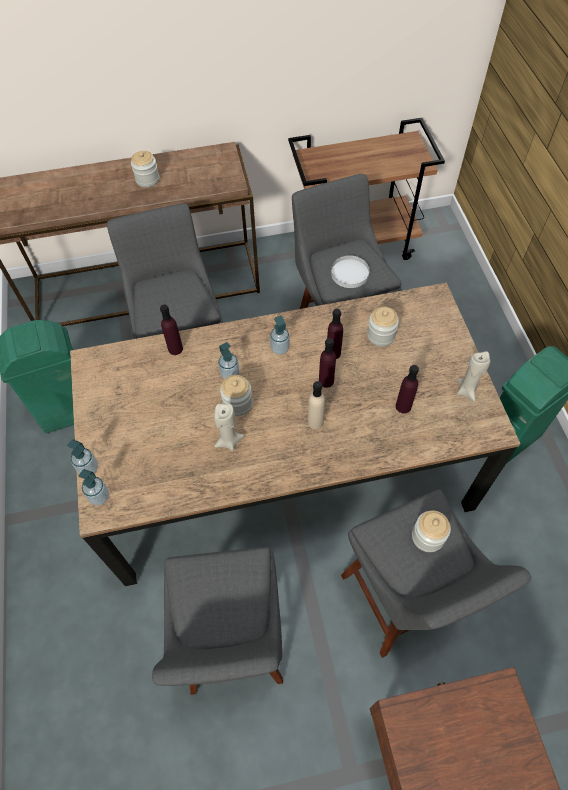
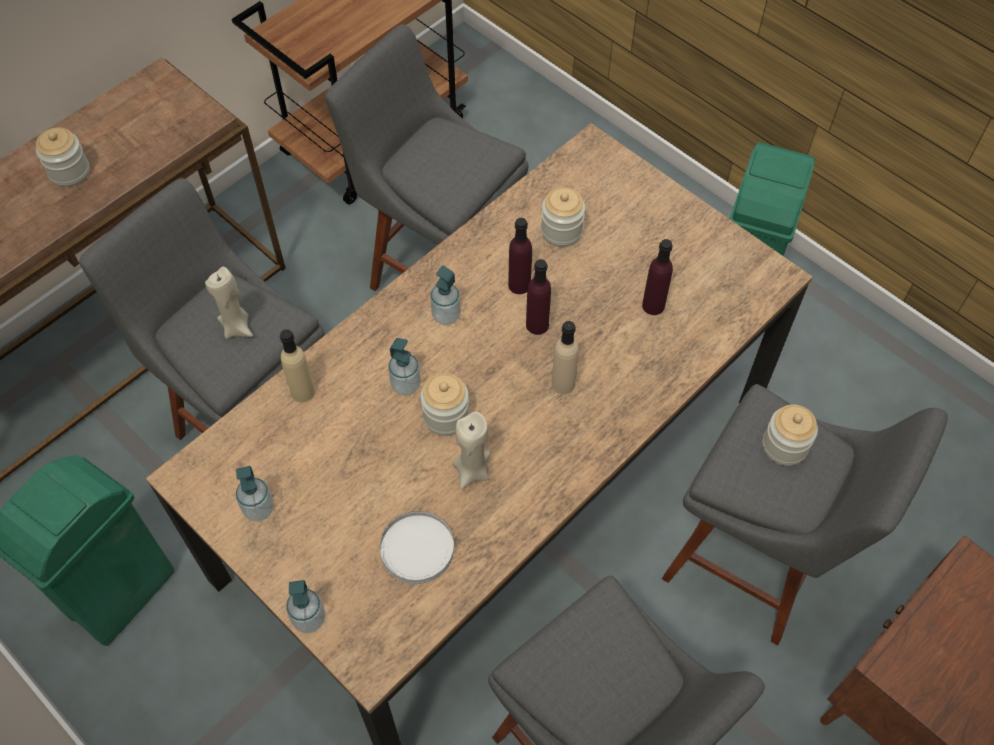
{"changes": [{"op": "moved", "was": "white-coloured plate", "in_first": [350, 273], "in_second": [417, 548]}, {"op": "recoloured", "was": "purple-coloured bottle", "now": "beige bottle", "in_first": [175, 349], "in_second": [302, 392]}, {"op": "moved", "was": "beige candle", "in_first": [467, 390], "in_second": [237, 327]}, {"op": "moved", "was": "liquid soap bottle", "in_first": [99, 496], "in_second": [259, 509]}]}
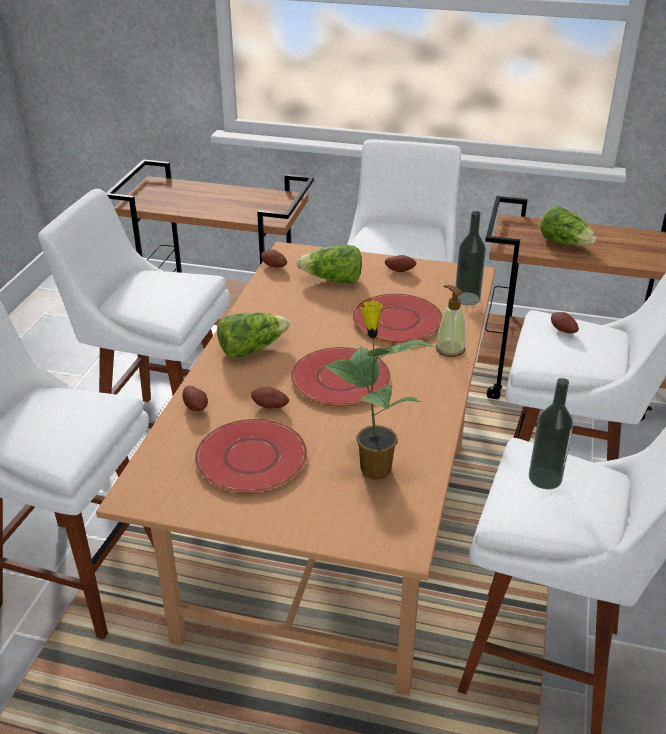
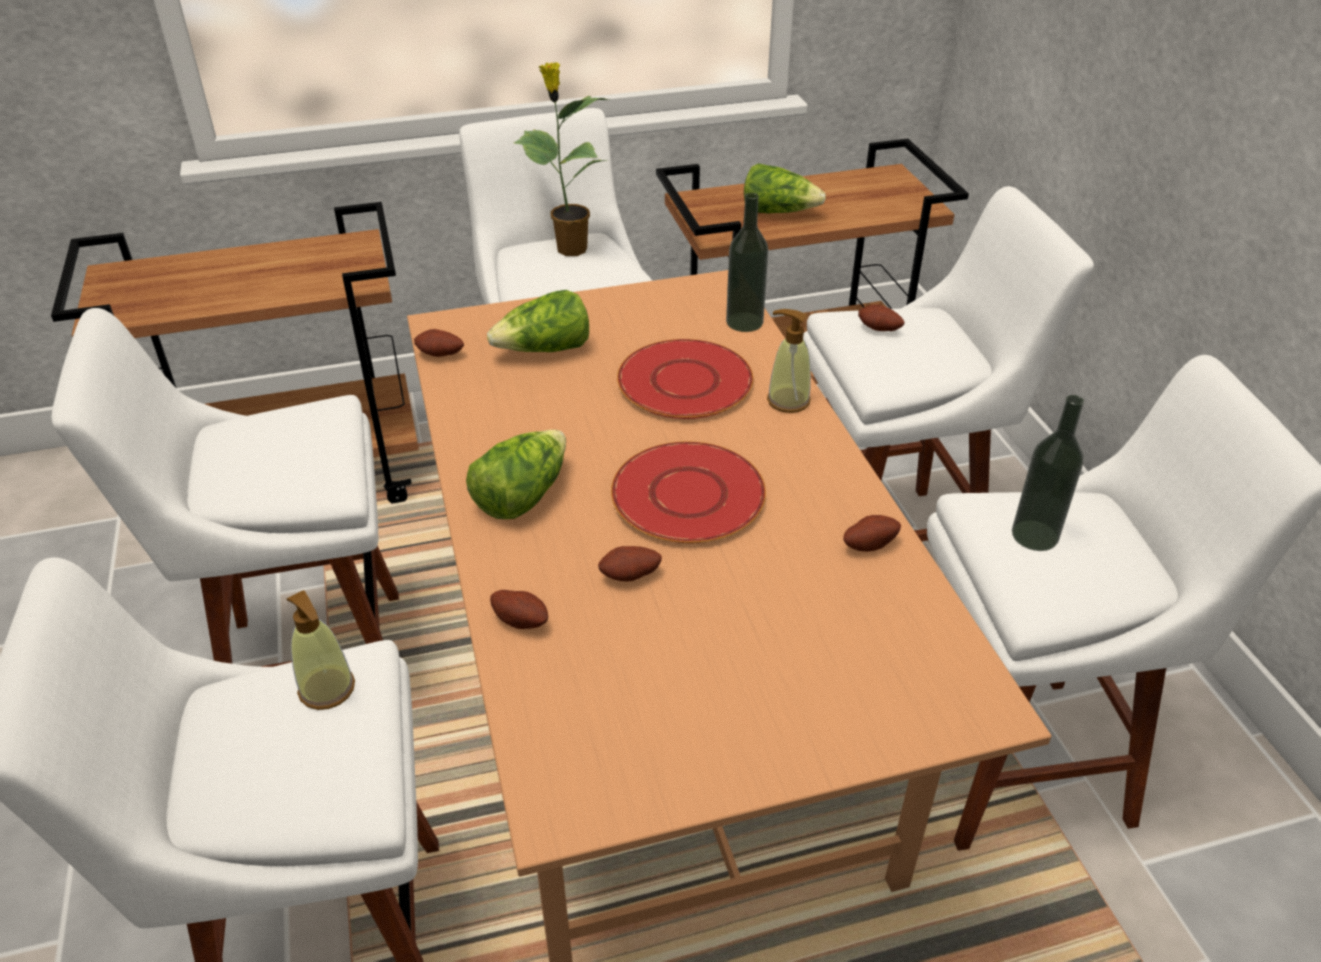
{"changes": [{"op": "moved", "was": "potato", "in_first": [400, 270], "in_second": [869, 544]}, {"op": "moved", "was": "potted plant", "in_first": [373, 468], "in_second": [569, 249]}, {"op": "removed", "was": "red-coloured plate", "in_first": [252, 458]}, {"op": "added", "now": "liquid soap bottle", "in_second": [327, 689]}]}
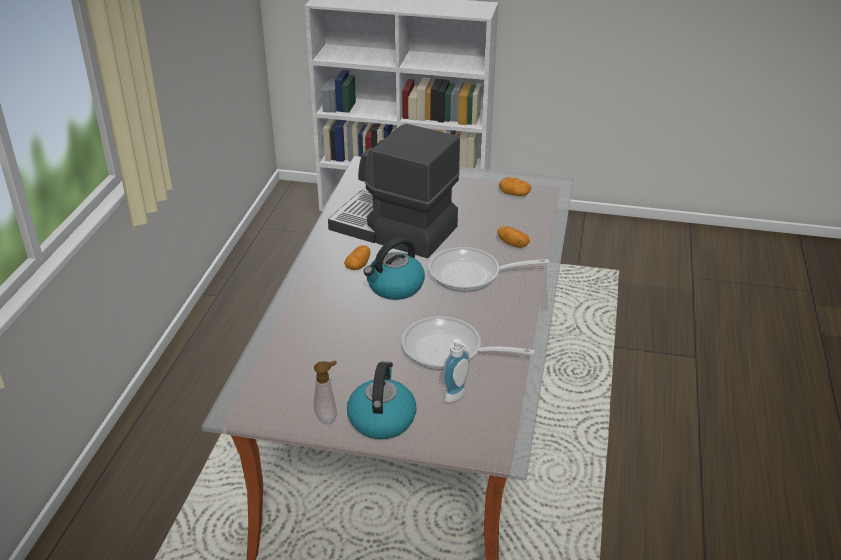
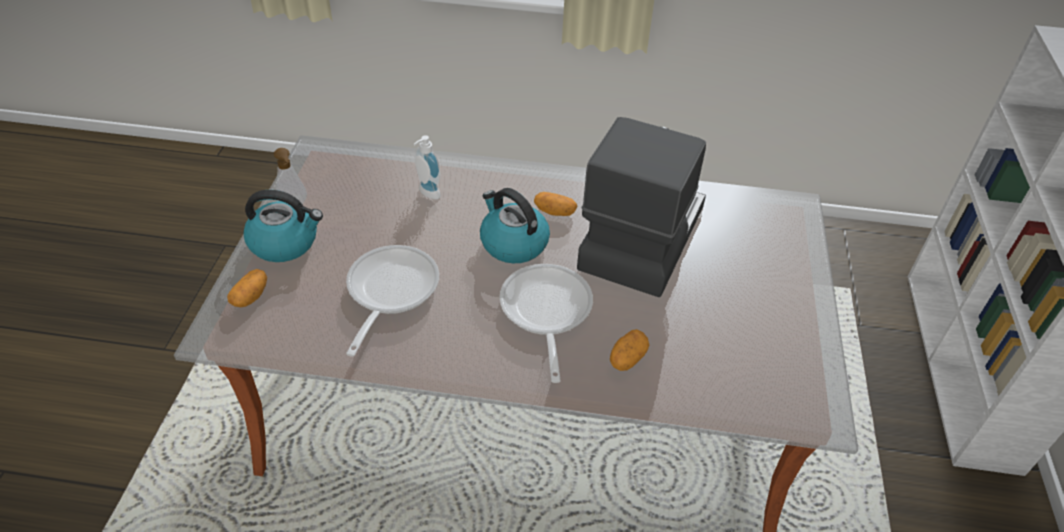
{"changes": [{"op": "moved", "was": "potato", "in_first": [514, 194], "in_second": [250, 296]}, {"op": "moved", "was": "liquid soap bottle", "in_first": [458, 397], "in_second": [427, 194]}]}
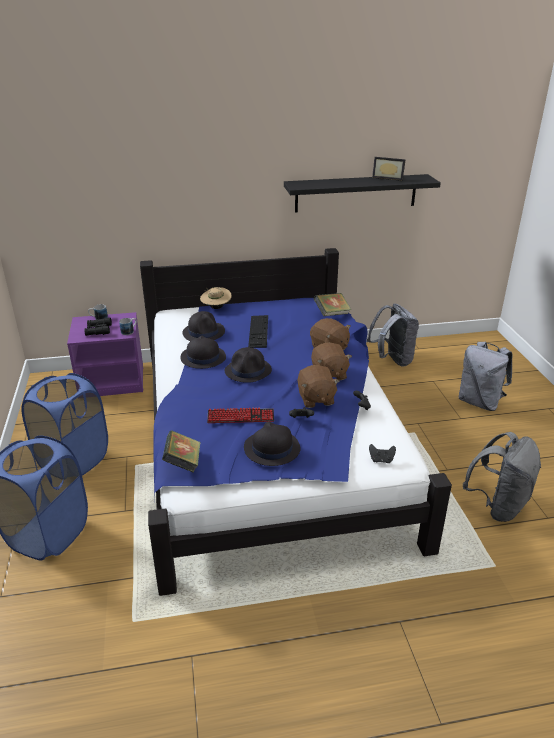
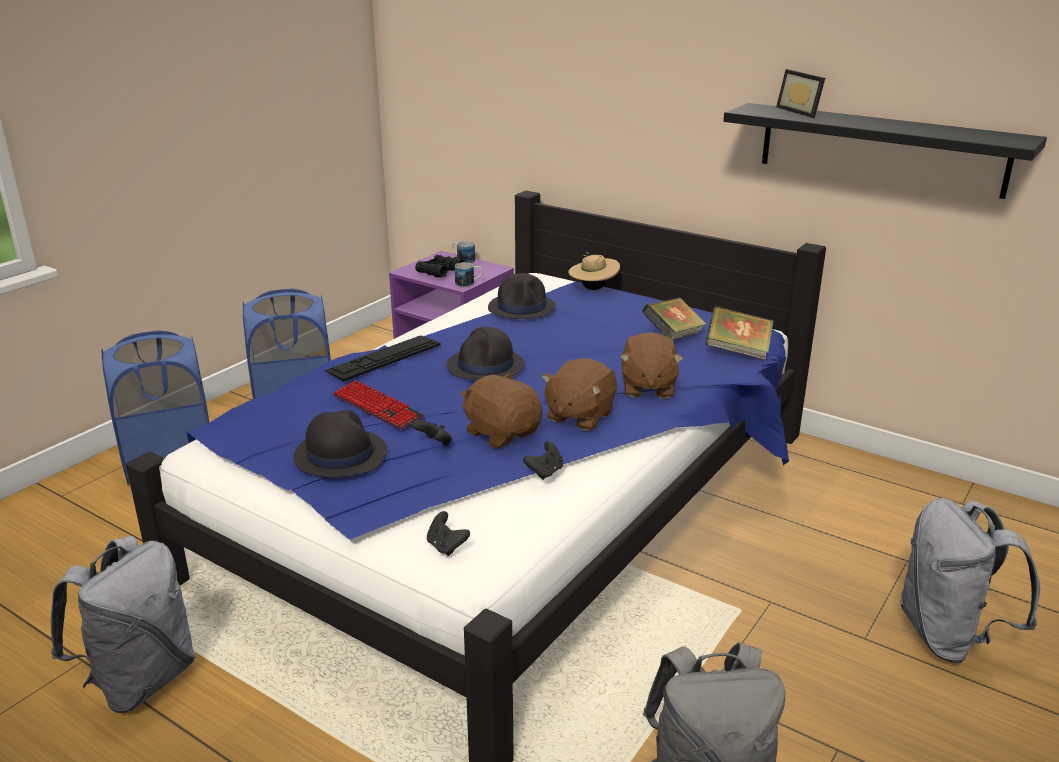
{"changes": [{"op": "moved", "was": "photo frame", "in_first": [388, 178], "in_second": [802, 112]}, {"op": "moved", "was": "greyish rucksack", "in_first": [392, 360], "in_second": [140, 681]}, {"op": "moved", "was": "computer keyboard", "in_first": [258, 331], "in_second": [384, 357]}, {"op": "removed", "was": "blackish wearable hat", "in_first": [202, 358]}, {"op": "turned", "was": "brown-coloured soft toy", "in_first": [315, 399], "in_second": [502, 433], "clockwise": 105}, {"op": "moved", "was": "book", "in_first": [183, 463], "in_second": [673, 336]}]}
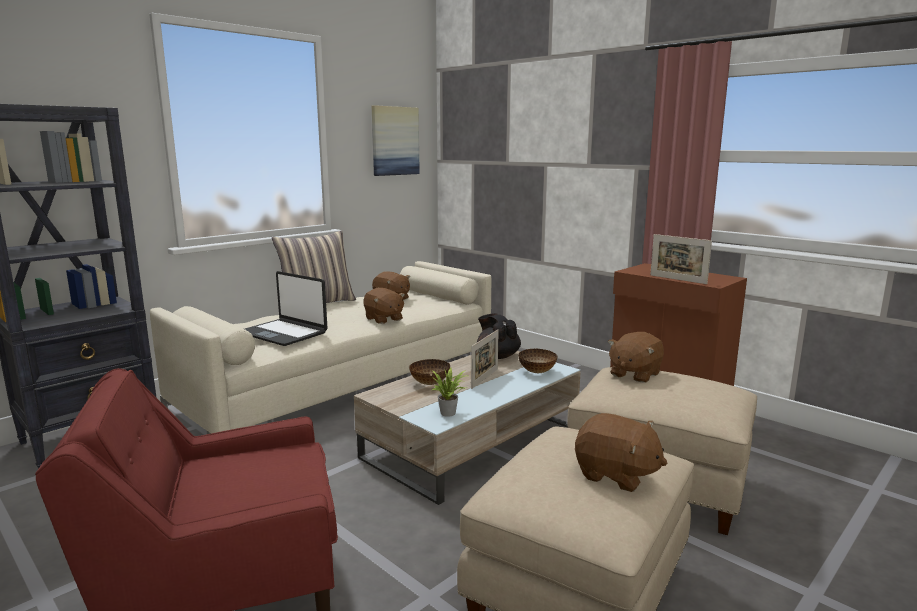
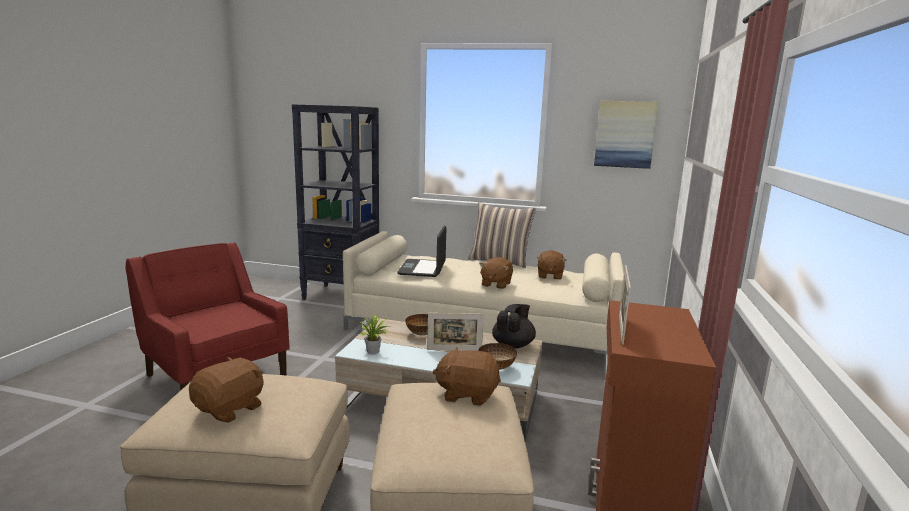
{"changes": [{"op": "turned", "was": "brown-coloured soft toy", "in_first": [616, 475], "in_second": [230, 409], "clockwise": -150}]}
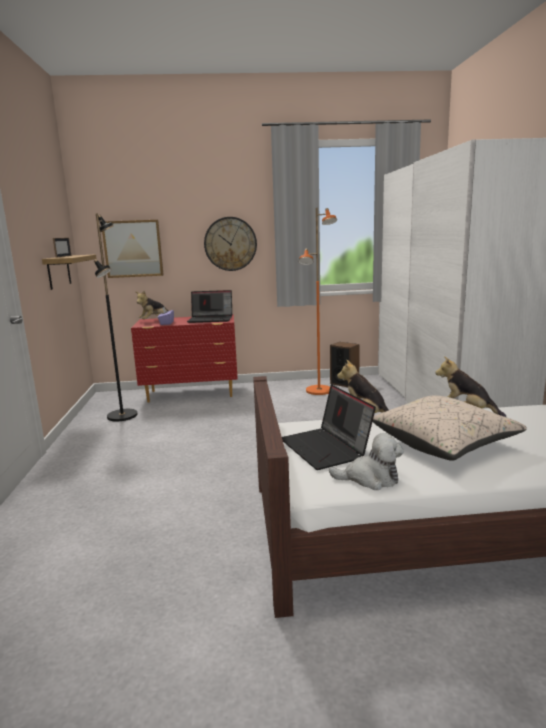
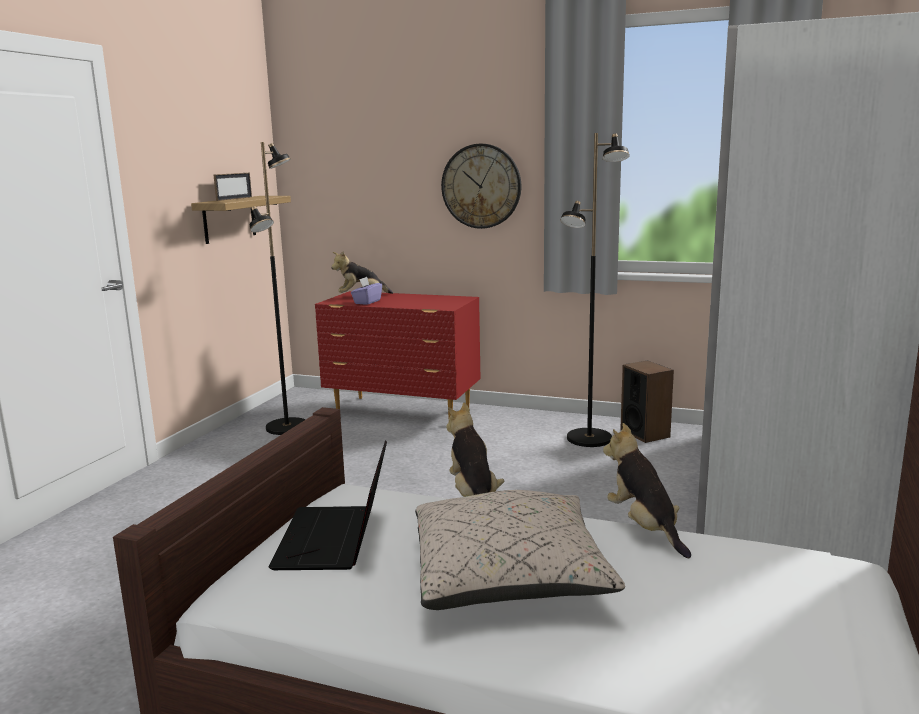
{"changes": [{"op": "recoloured", "was": "orange standing lamp", "now": "blackish standing lamp", "in_first": [319, 391], "in_second": [589, 439]}, {"op": "removed", "was": "wall picture", "in_first": [133, 249]}, {"op": "removed", "was": "notebook computer", "in_first": [211, 319]}, {"op": "removed", "was": "soft toy", "in_first": [370, 479]}]}
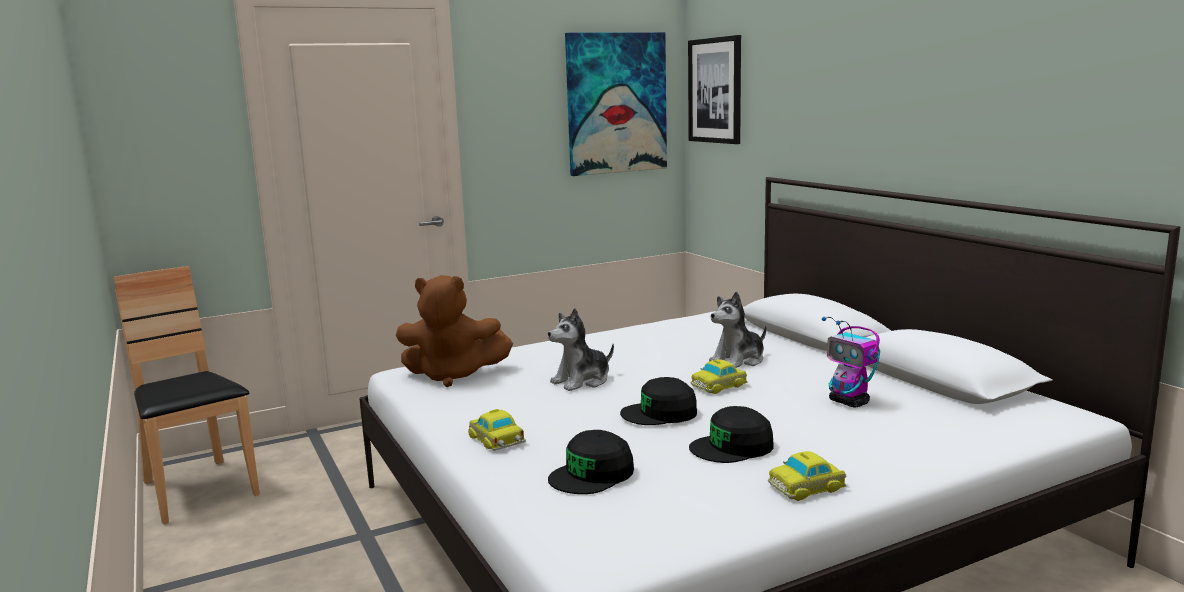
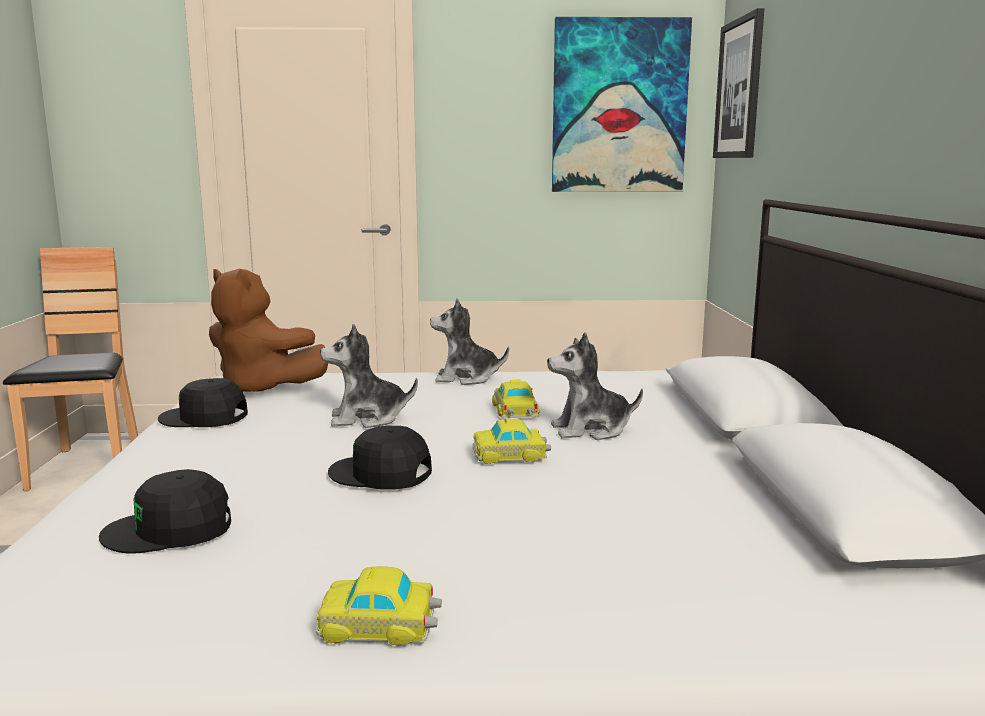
{"changes": [{"op": "removed", "was": "robot figure", "in_first": [849, 402]}, {"op": "moved", "was": "blackish peaked cap", "in_first": [732, 447], "in_second": [204, 417]}, {"op": "moved", "was": "toy car", "in_first": [497, 440], "in_second": [515, 411]}, {"op": "added", "now": "soft toy", "in_second": [466, 378]}]}
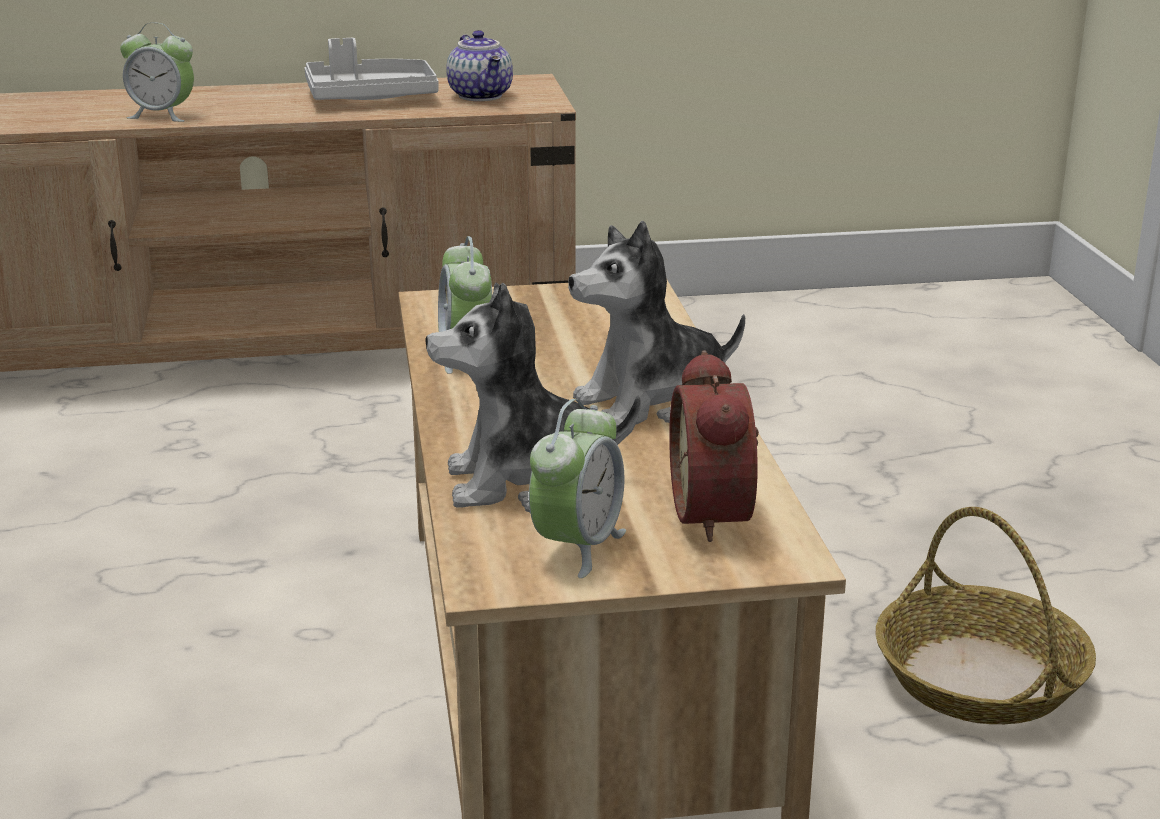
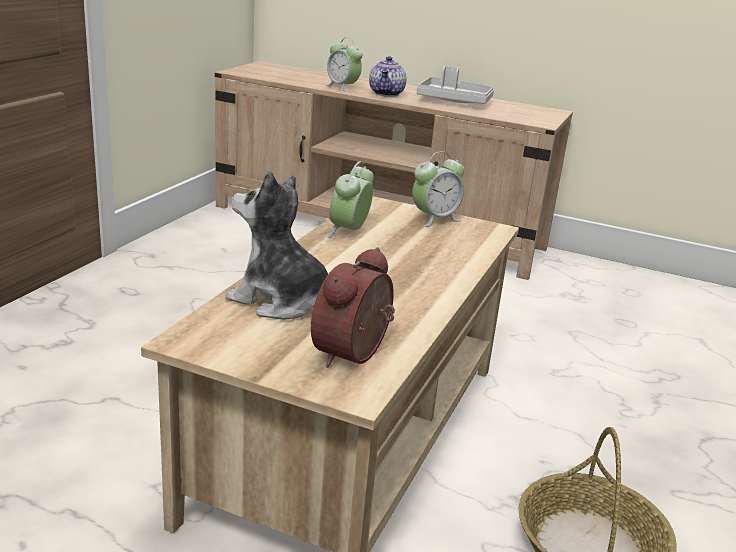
{"changes": [{"op": "moved", "was": "tea pot", "in_first": [482, 96], "in_second": [387, 94]}, {"op": "removed", "was": "soft toy", "in_first": [653, 403]}, {"op": "moved", "was": "alarm clock", "in_first": [577, 547], "in_second": [434, 219]}]}
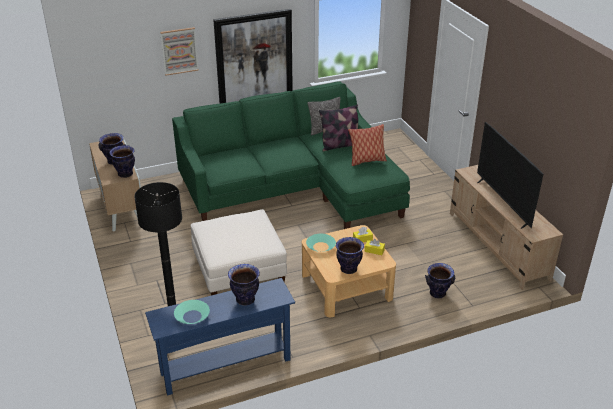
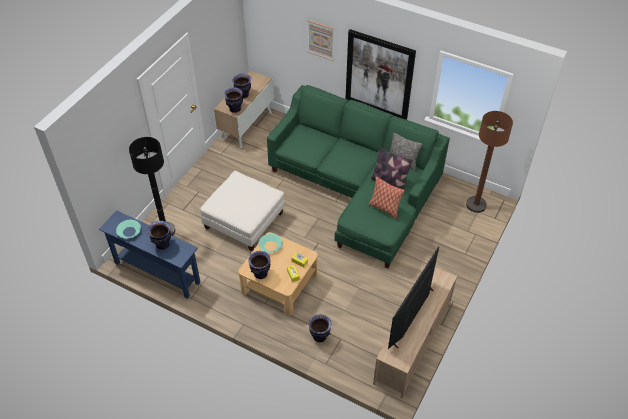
{"changes": [{"op": "added", "now": "brown-coloured standing lamp", "in_second": [476, 205]}]}
